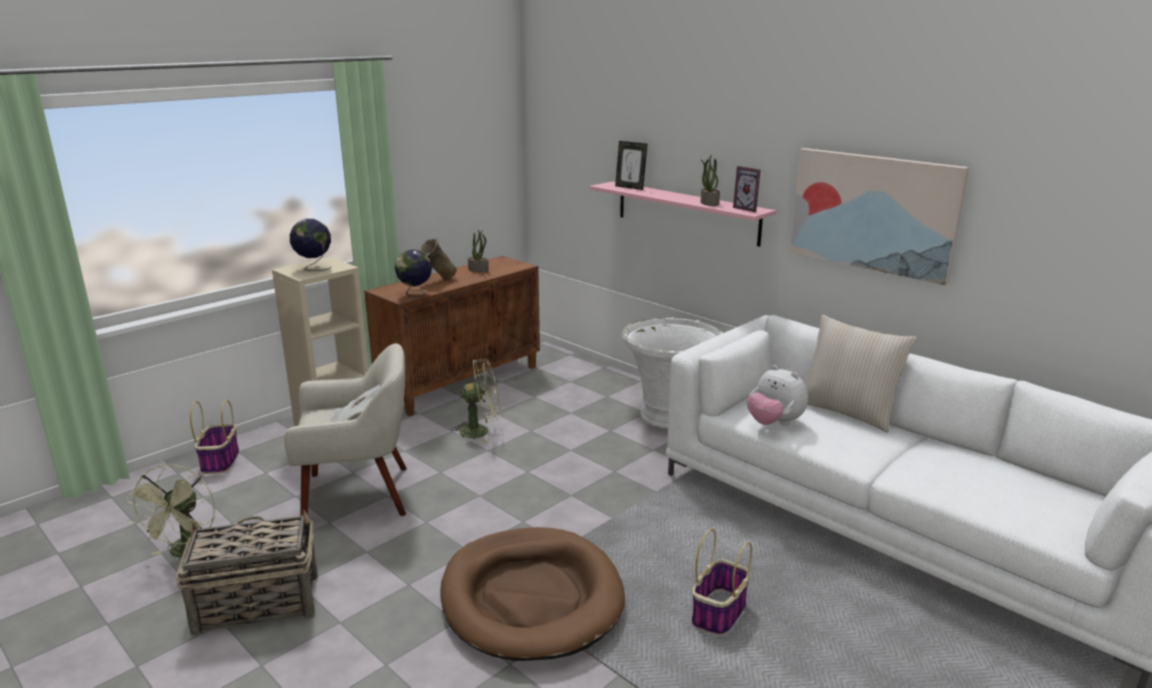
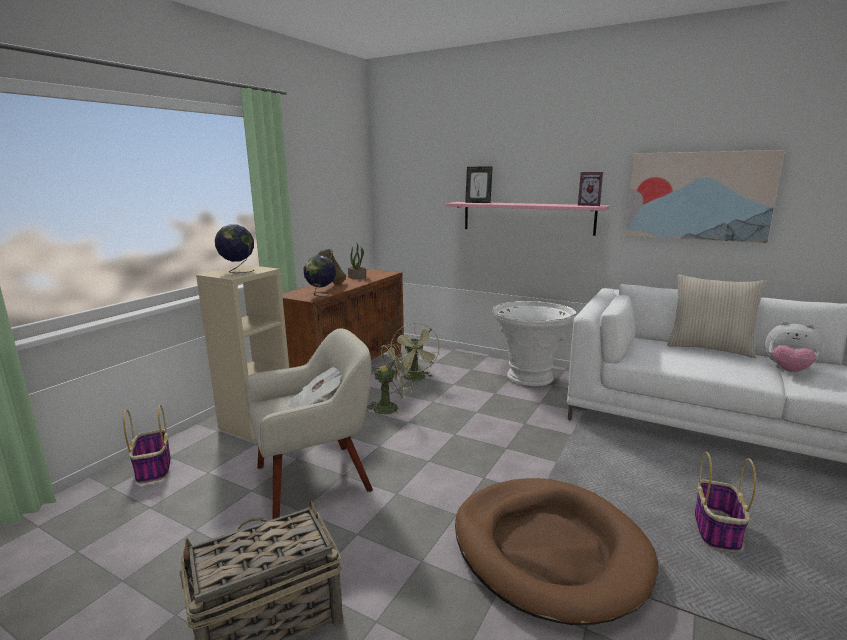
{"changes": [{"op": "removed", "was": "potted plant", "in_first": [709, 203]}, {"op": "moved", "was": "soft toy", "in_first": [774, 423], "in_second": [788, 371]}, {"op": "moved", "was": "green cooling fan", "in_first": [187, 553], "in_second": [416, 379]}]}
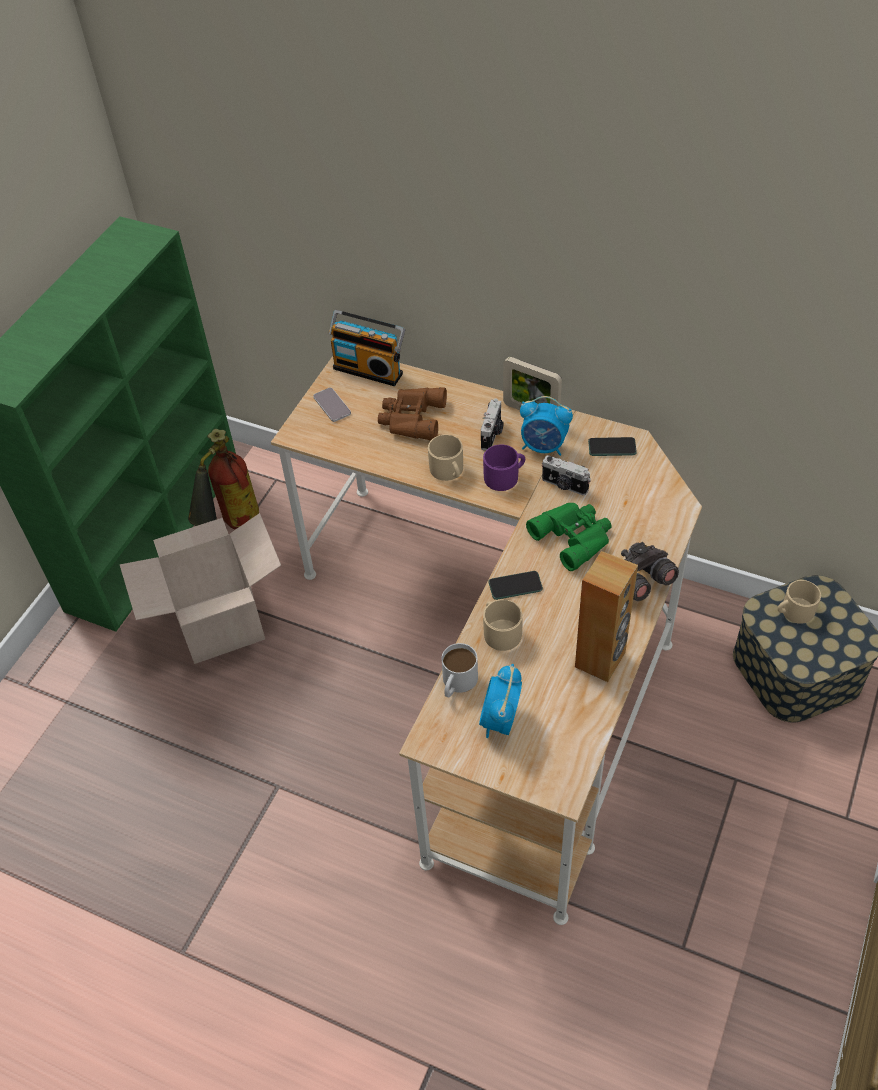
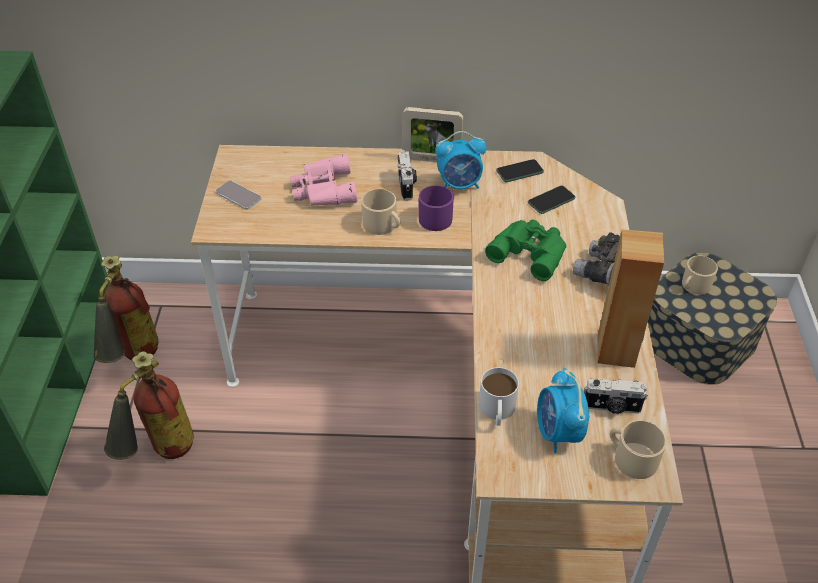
{"changes": [{"op": "removed", "was": "radio receiver", "in_first": [369, 369]}, {"op": "recoloured", "was": "brown-coloured field glasses", "now": "pink field glasses", "in_first": [411, 418], "in_second": [322, 189]}, {"op": "moved", "was": "still camera", "in_first": [564, 485], "in_second": [612, 407]}, {"op": "replaced", "was": "carton", "now": "fire-fighting cylinder", "in_first": [220, 625], "in_second": [160, 455]}, {"op": "moved", "was": "phone", "in_first": [515, 586], "in_second": [551, 200]}, {"op": "moved", "was": "beige mug", "in_first": [500, 631], "in_second": [631, 457]}]}
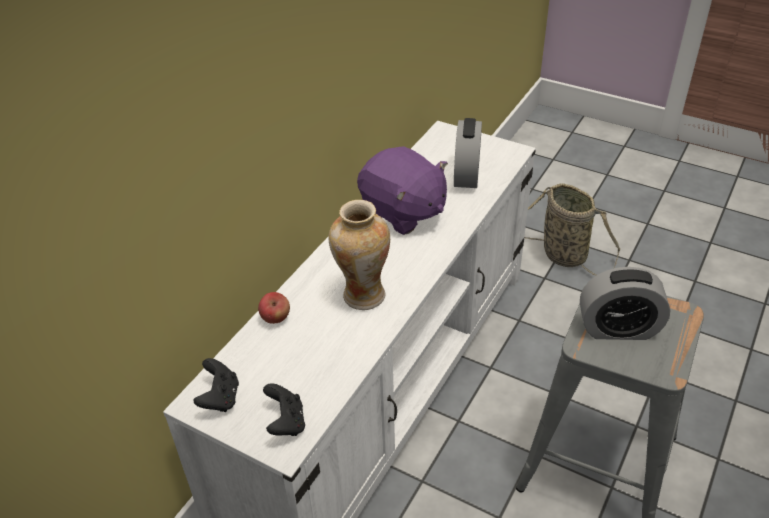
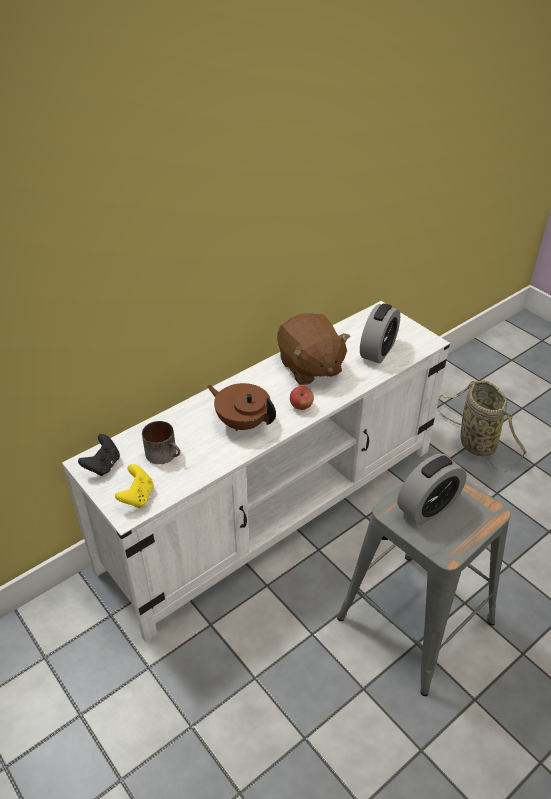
{"changes": [{"op": "recoloured", "was": "purple-coloured soft toy", "now": "brown-coloured soft toy", "in_first": [403, 212], "in_second": [310, 367]}, {"op": "replaced", "was": "flower vase", "now": "brown-coloured tea pot", "in_first": [362, 295], "in_second": [242, 422]}, {"op": "turned", "was": "alarm clock", "in_first": [618, 329], "in_second": [428, 507], "clockwise": -60}, {"op": "moved", "was": "apple", "in_first": [275, 318], "in_second": [301, 406]}, {"op": "recoloured", "was": "blackish gamepad", "now": "yellow-coloured gamepad", "in_first": [286, 423], "in_second": [137, 497]}, {"op": "added", "now": "mug", "in_second": [165, 454]}]}
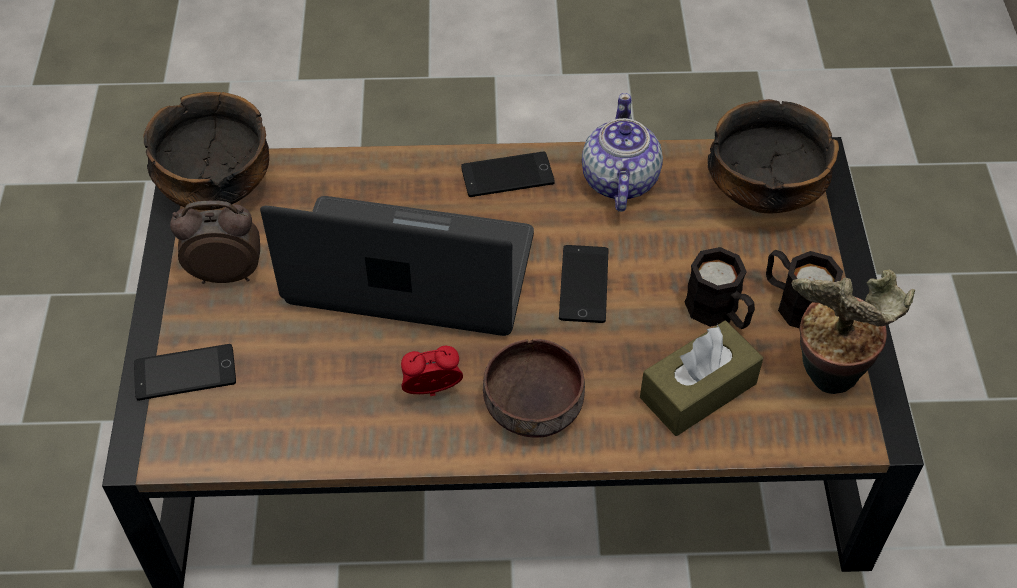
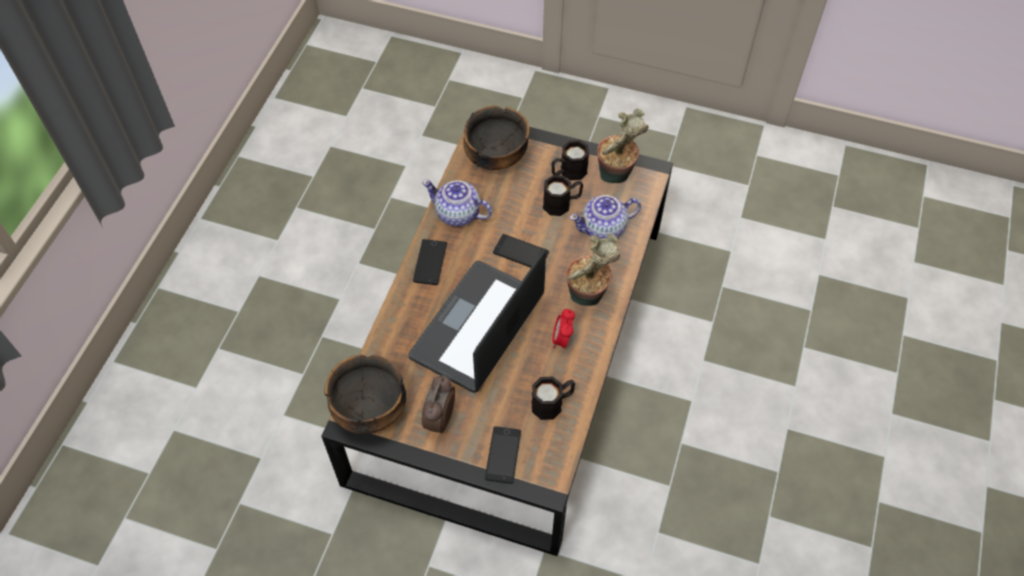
{"changes": [{"op": "replaced", "was": "brown-coloured box of tissues", "now": "tea pot", "in_first": [698, 390], "in_second": [604, 228]}, {"op": "replaced", "was": "brown-coloured serving bowl", "now": "potted plant", "in_first": [532, 406], "in_second": [587, 299]}, {"op": "added", "now": "blackish mug", "in_second": [552, 403]}]}
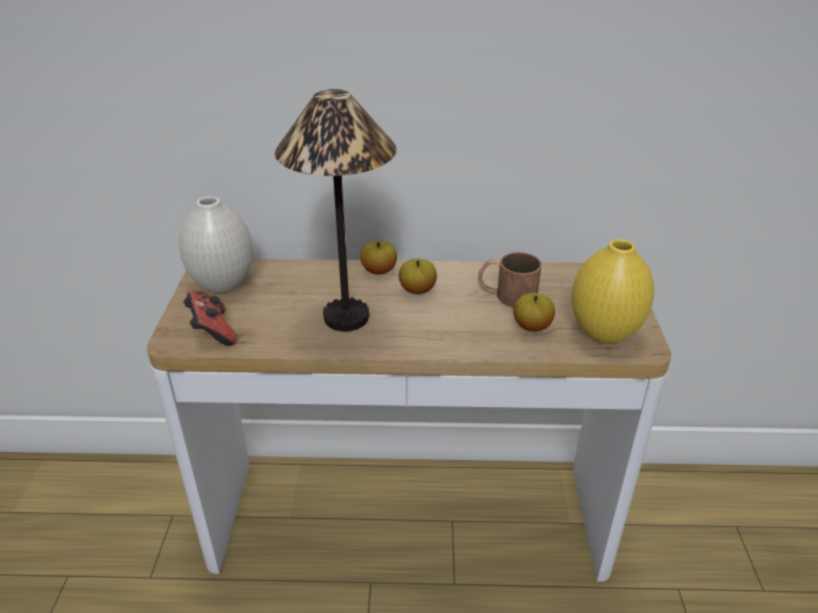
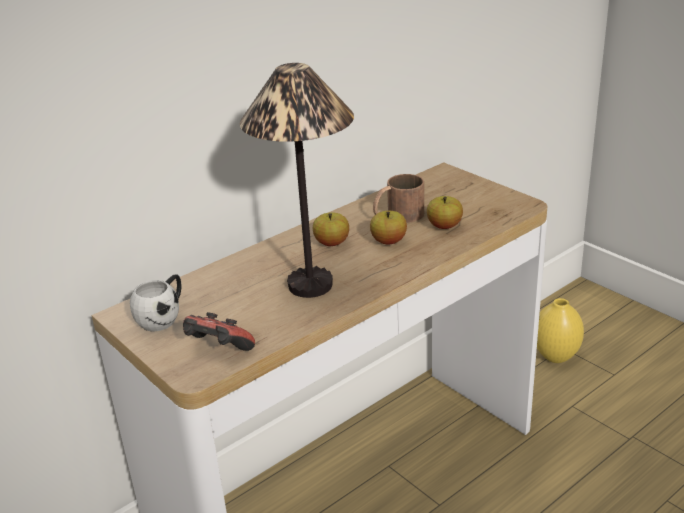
{"changes": [{"op": "replaced", "was": "white-coloured flower vase", "now": "white-coloured mug", "in_first": [224, 284], "in_second": [163, 317]}, {"op": "moved", "was": "yellow-coloured flower vase", "in_first": [605, 334], "in_second": [556, 357]}, {"op": "moved", "was": "apple", "in_first": [379, 271], "in_second": [388, 241]}]}
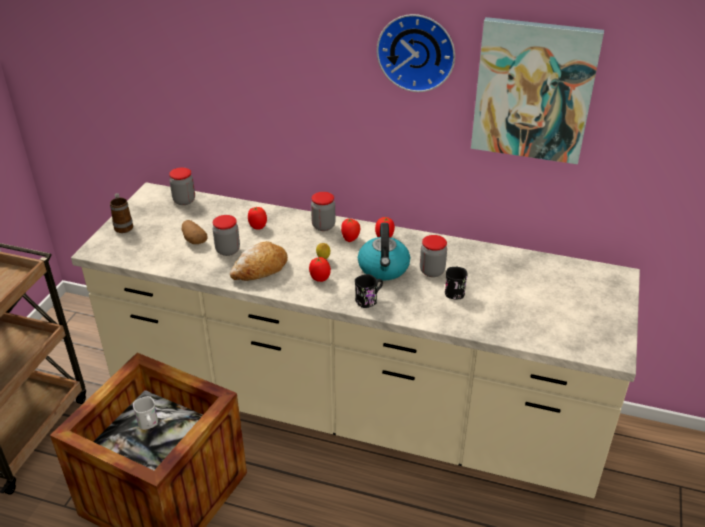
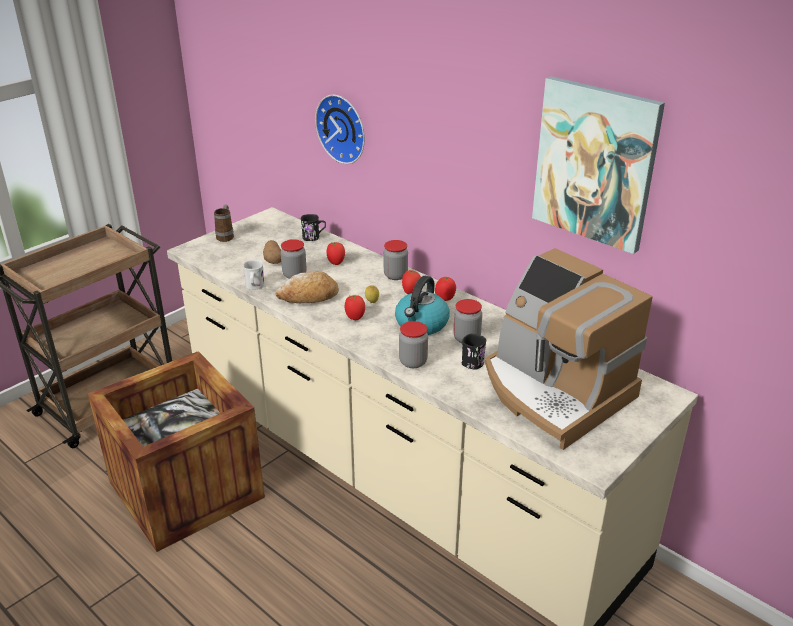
{"changes": [{"op": "moved", "was": "wall clock", "in_first": [417, 51], "in_second": [343, 128]}, {"op": "moved", "was": "jar", "in_first": [184, 200], "in_second": [413, 362]}, {"op": "moved", "was": "blackish mug", "in_first": [369, 300], "in_second": [314, 237]}, {"op": "moved", "was": "white-coloured mug", "in_first": [149, 424], "in_second": [254, 287]}, {"op": "added", "now": "coffee maker", "in_second": [554, 392]}]}
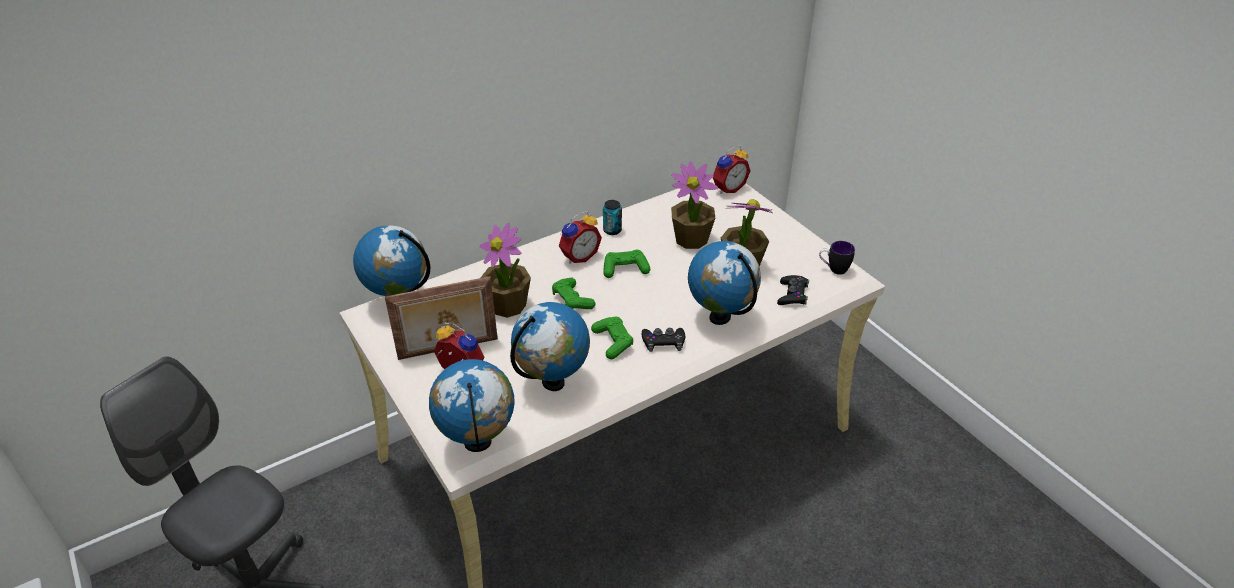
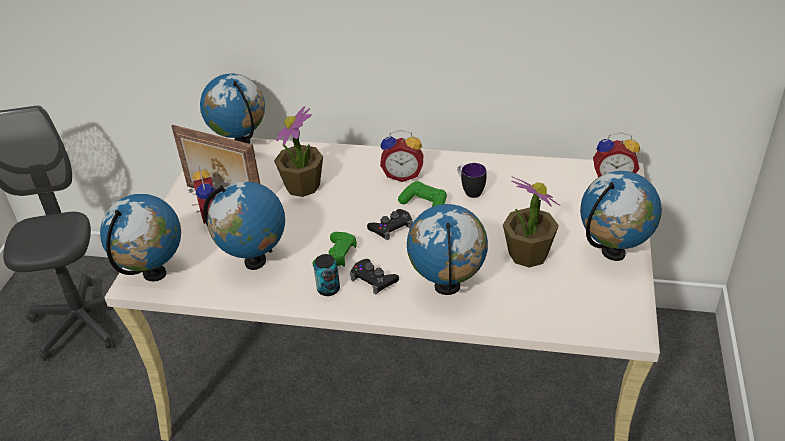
{"changes": [{"op": "removed", "was": "potted plant", "in_first": [691, 239]}, {"op": "moved", "was": "can", "in_first": [612, 230], "in_second": [328, 289]}, {"op": "moved", "was": "mug", "in_first": [833, 269], "in_second": [470, 191]}, {"op": "moved", "was": "blackish gamepad", "in_first": [792, 295], "in_second": [391, 228]}, {"op": "removed", "was": "green gamepad", "in_first": [572, 300]}, {"op": "added", "now": "desk globe", "in_second": [613, 253]}]}
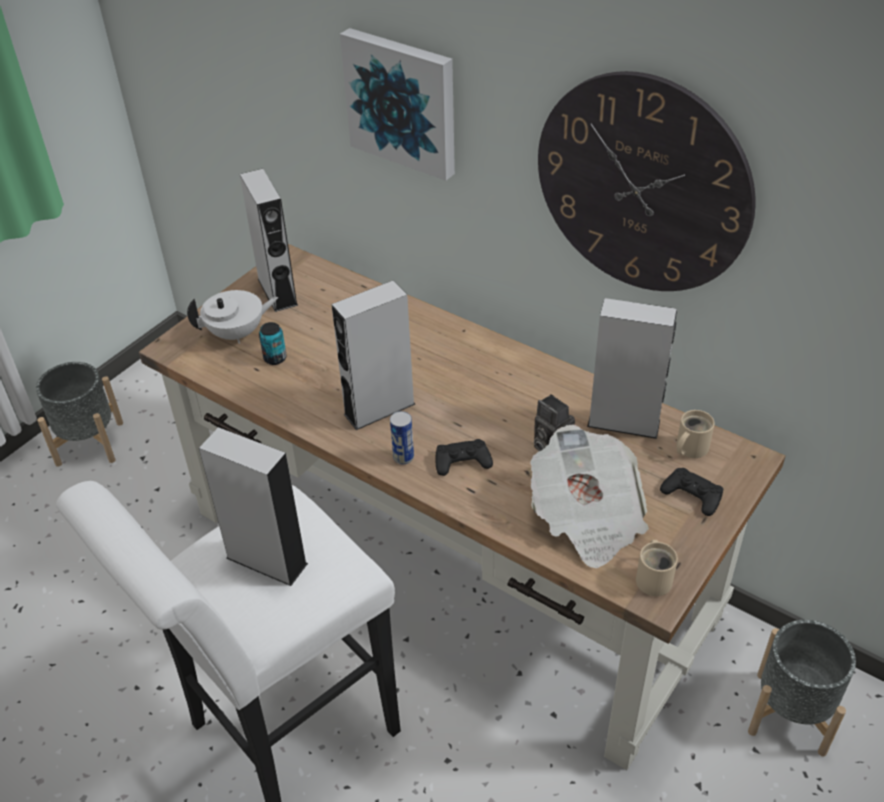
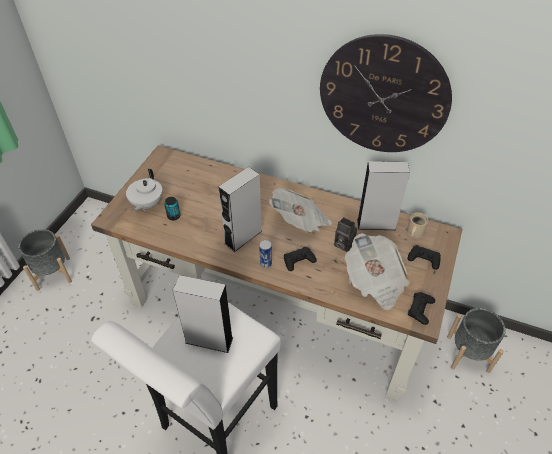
{"changes": [{"op": "removed", "was": "wall picture", "in_first": [402, 102]}, {"op": "removed", "was": "greyish loudspeaker", "in_first": [277, 292]}, {"op": "turned", "was": "white-coloured tea pot", "in_first": [237, 334], "in_second": [147, 204], "clockwise": 135}, {"op": "replaced", "was": "beige mug", "now": "blackish gamepad", "in_first": [654, 578], "in_second": [420, 309]}, {"op": "added", "now": "daily paper", "in_second": [300, 221]}]}
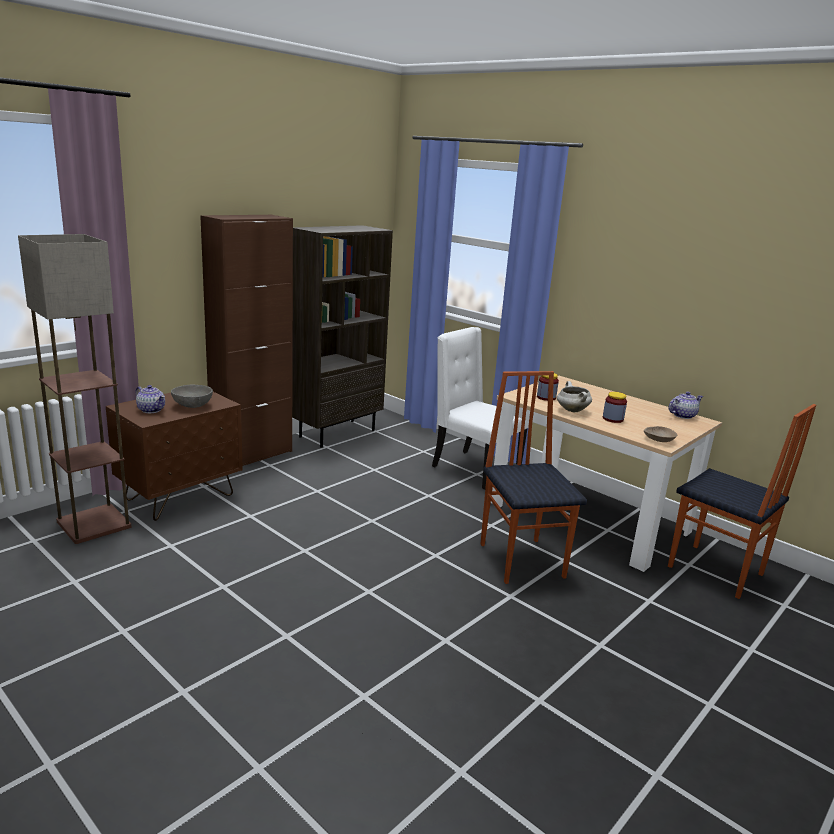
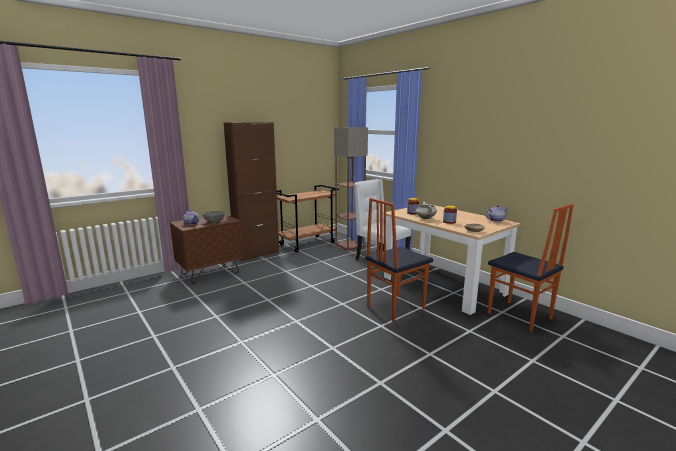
{"changes": [{"op": "replaced", "was": "brown-coloured bookshelf", "now": "brown-coloured wheeled cart", "in_first": [337, 433], "in_second": [307, 244]}, {"op": "moved", "was": "standing lamp", "in_first": [95, 524], "in_second": [350, 245]}, {"op": "turned", "was": "plain chair", "in_first": [522, 560], "in_second": [394, 307], "clockwise": -120}]}
